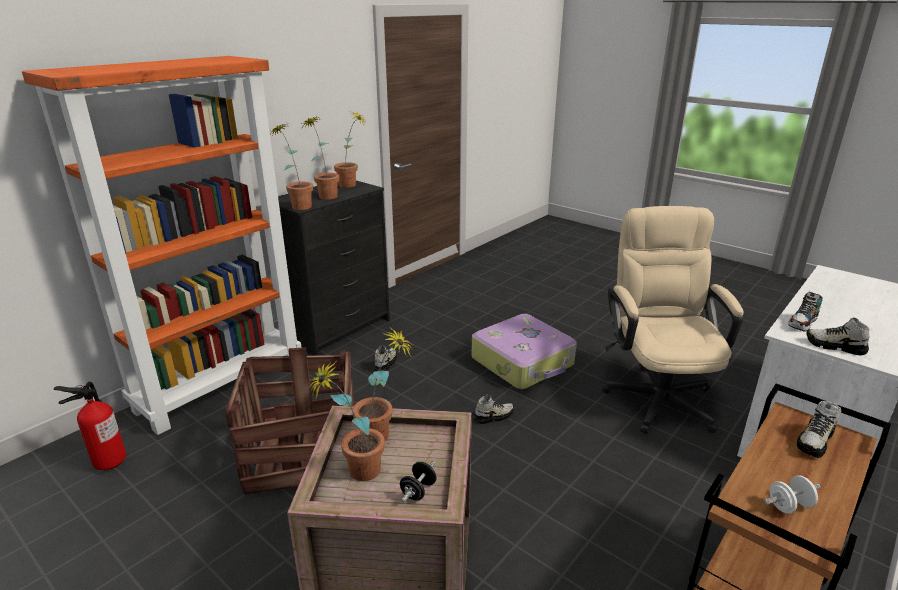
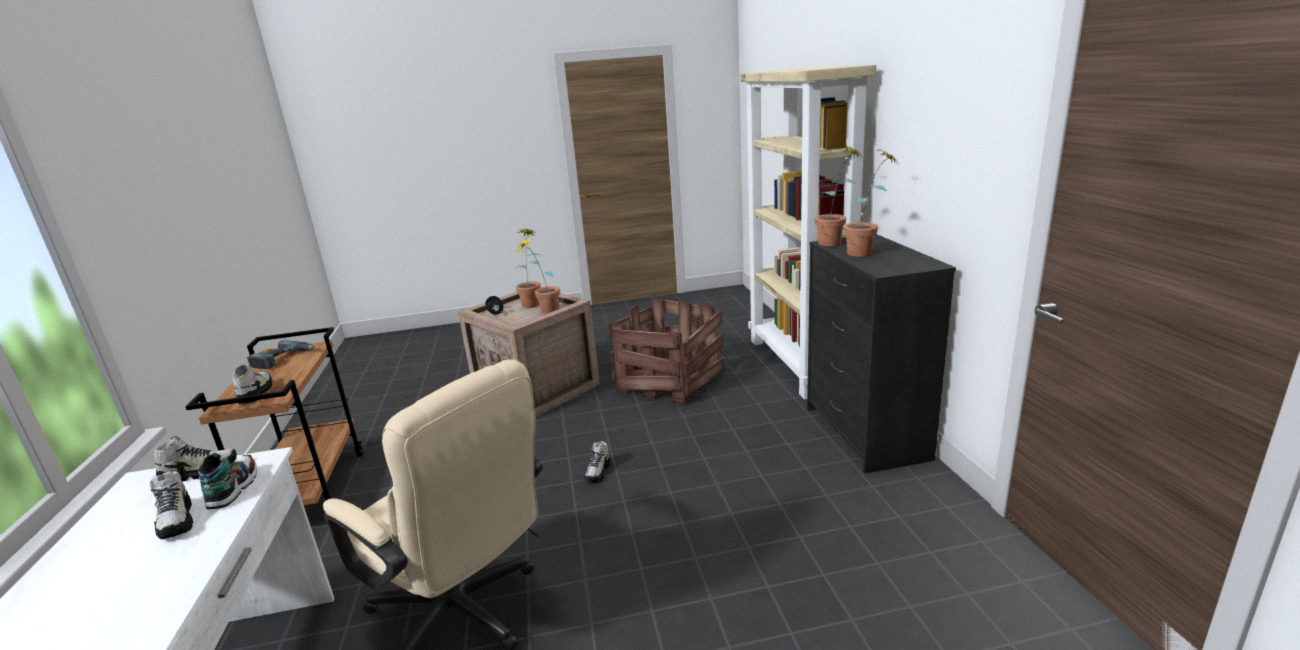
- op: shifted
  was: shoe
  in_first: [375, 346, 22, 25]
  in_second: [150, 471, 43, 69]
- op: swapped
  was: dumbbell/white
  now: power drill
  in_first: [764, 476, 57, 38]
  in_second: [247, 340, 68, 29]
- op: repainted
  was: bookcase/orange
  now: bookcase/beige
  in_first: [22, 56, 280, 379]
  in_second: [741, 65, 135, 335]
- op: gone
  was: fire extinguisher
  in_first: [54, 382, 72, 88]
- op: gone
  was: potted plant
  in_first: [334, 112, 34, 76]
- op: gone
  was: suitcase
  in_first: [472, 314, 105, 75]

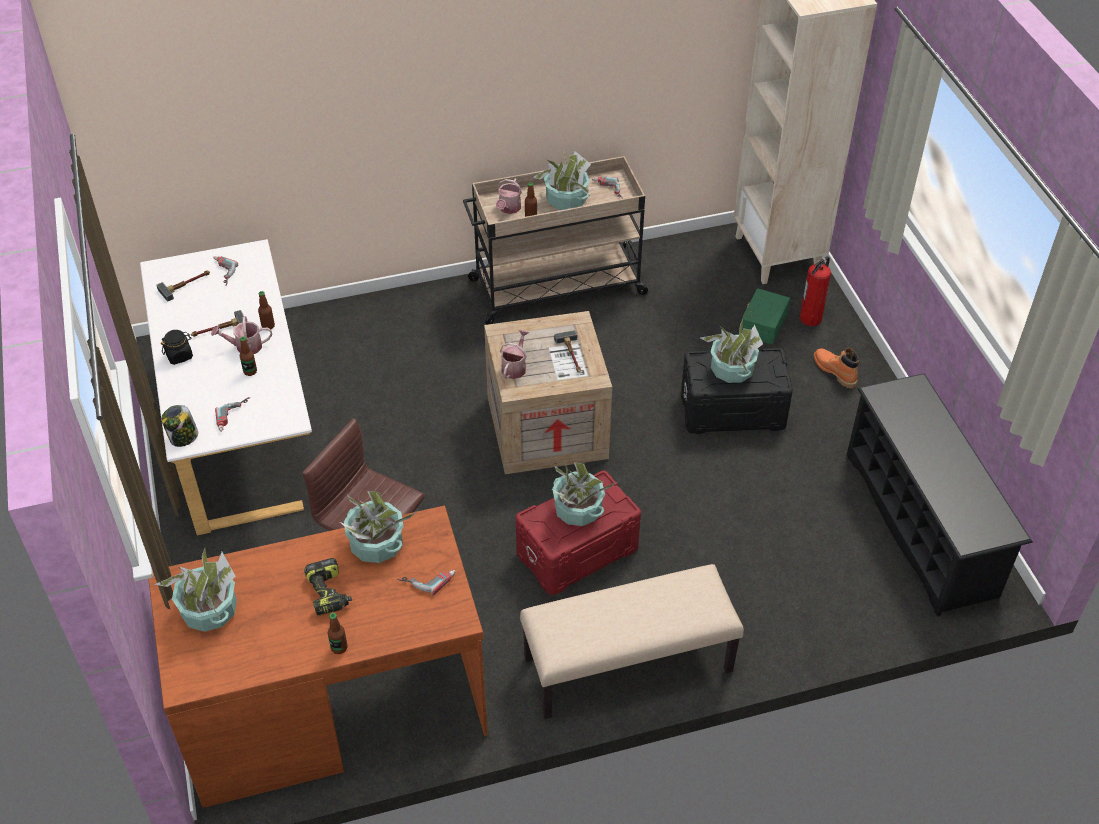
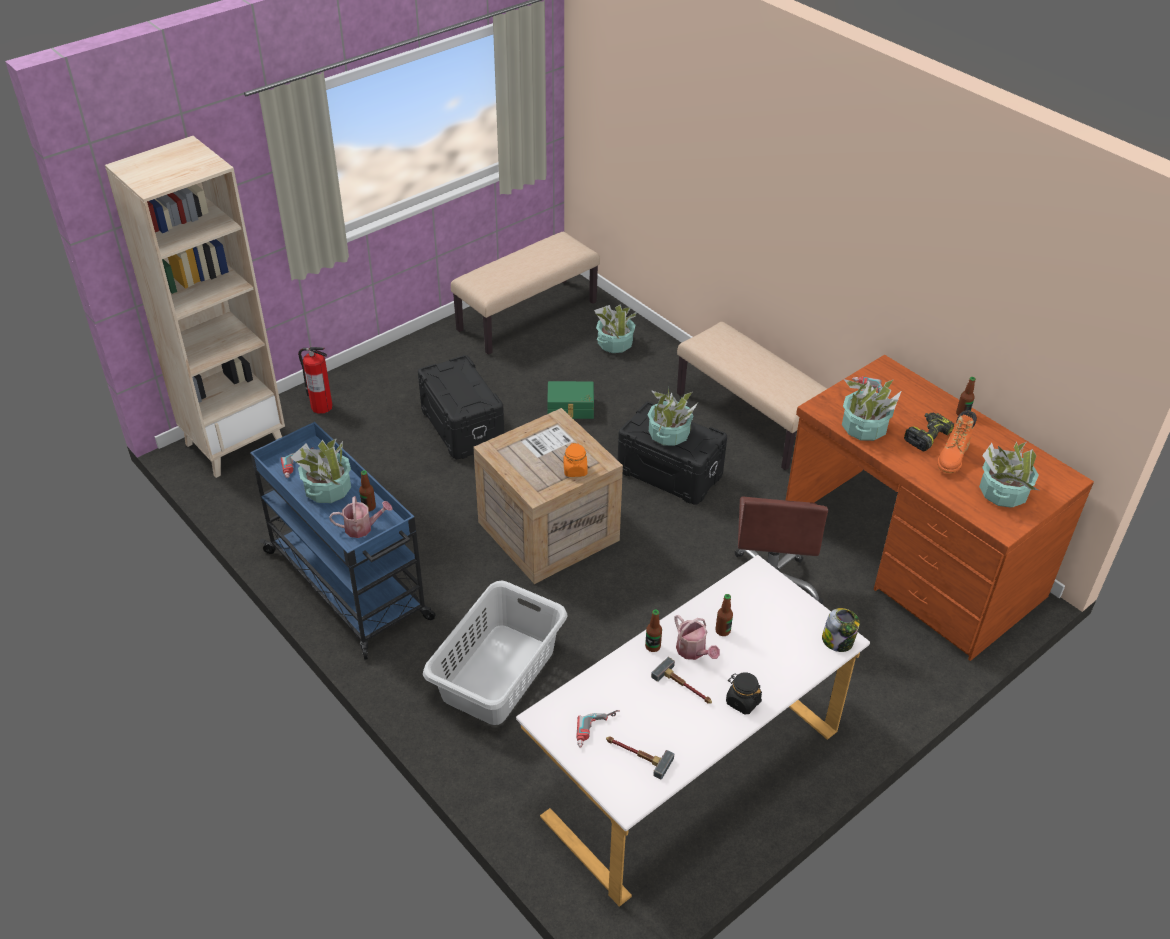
- op: repainted
  was: cart/beige
  now: cart/blue
  in_first: [463, 156, 187, 169]
  in_second: [250, 422, 186, 238]
- op: new
  now: laundry basket/grey
  in_second: [423, 581, 144, 144]
- op: swapped
  was: shoe rack/black
  now: bench/beige
  in_first: [847, 373, 186, 244]
  in_second: [451, 232, 149, 123]
- op: shifted
  was: storage box/green
  in_first: [741, 288, 49, 56]
  in_second: [547, 381, 47, 38]
- op: swapped
  was: watering can
  now: jar/orange
  in_first: [500, 330, 29, 49]
  in_second: [563, 443, 24, 34]
- op: shifted
  was: potted plant
  in_first: [700, 320, 63, 63]
  in_second: [594, 304, 43, 49]
- op: repainted
  was: storage box/red
  now: storage box/black
  in_first: [516, 471, 125, 124]
  in_second: [618, 402, 109, 103]
- op: shifted
  was: boot/orange
  in_first: [814, 348, 46, 40]
  in_second: [937, 410, 40, 63]
- op: gone
  was: power drill
  in_first: [215, 397, 36, 35]
- op: gone
  was: hammer
  in_first: [554, 330, 27, 43]

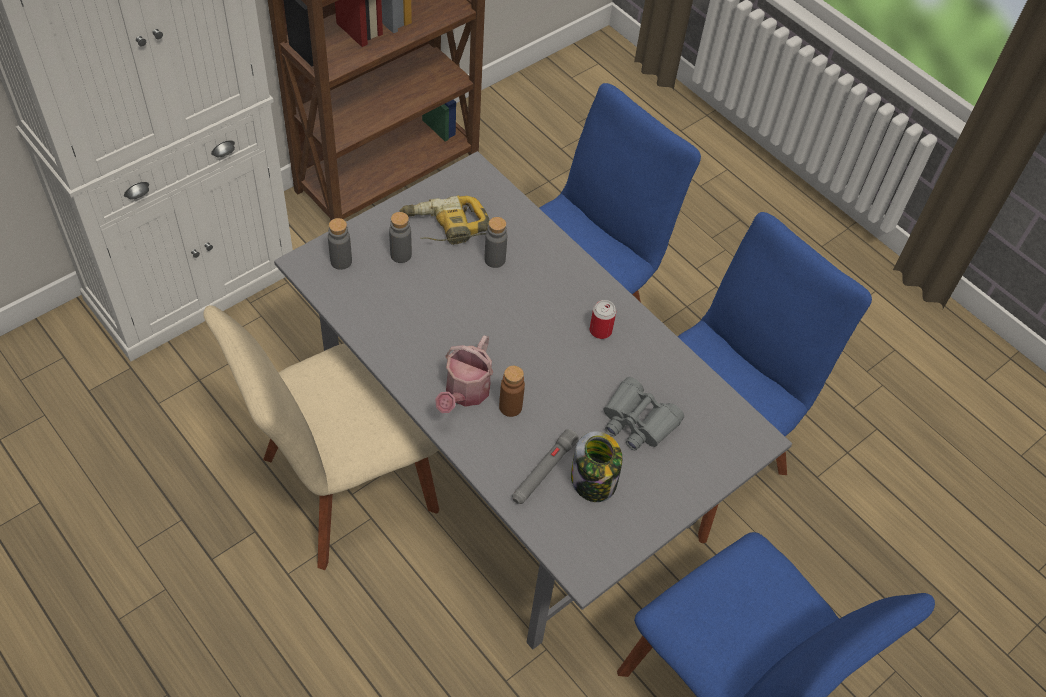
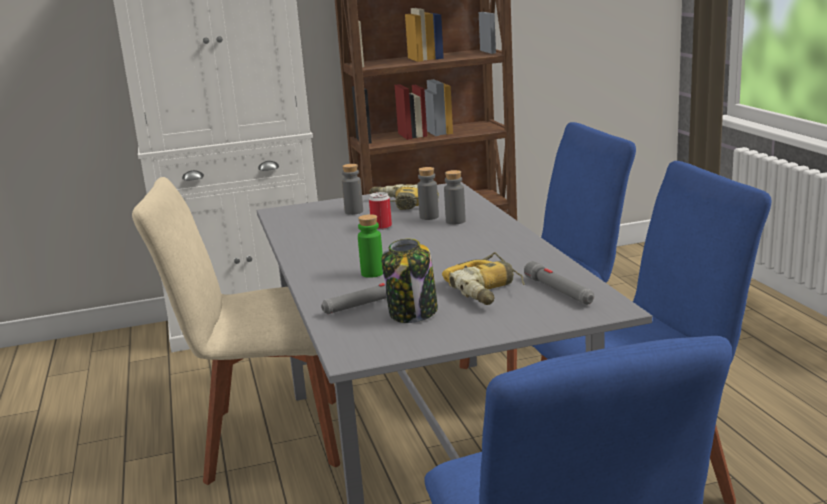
- op: repainted
  was: bottle/brown
  now: bottle/green
  in_first: [499, 366, 26, 51]
  in_second: [358, 214, 25, 64]
- op: shifted
  was: can
  in_first: [590, 300, 26, 39]
  in_second: [369, 192, 23, 38]
- op: swapped
  was: binoculars/grey
  now: power drill
  in_first: [604, 377, 80, 73]
  in_second: [442, 252, 83, 53]
- op: shifted
  was: bottle/grey
  in_first: [328, 218, 24, 52]
  in_second: [444, 170, 22, 54]
- op: new
  now: flashlight/grey
  in_second: [524, 261, 70, 44]
- op: gone
  was: watering can
  in_first: [435, 336, 58, 77]

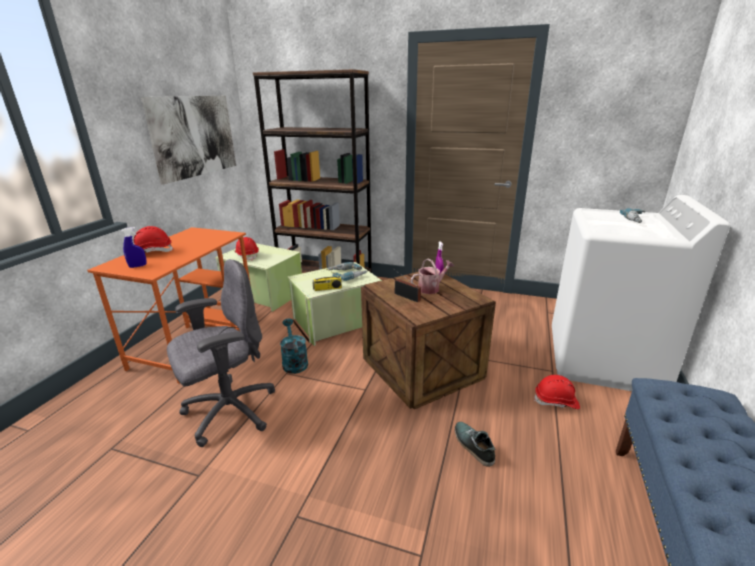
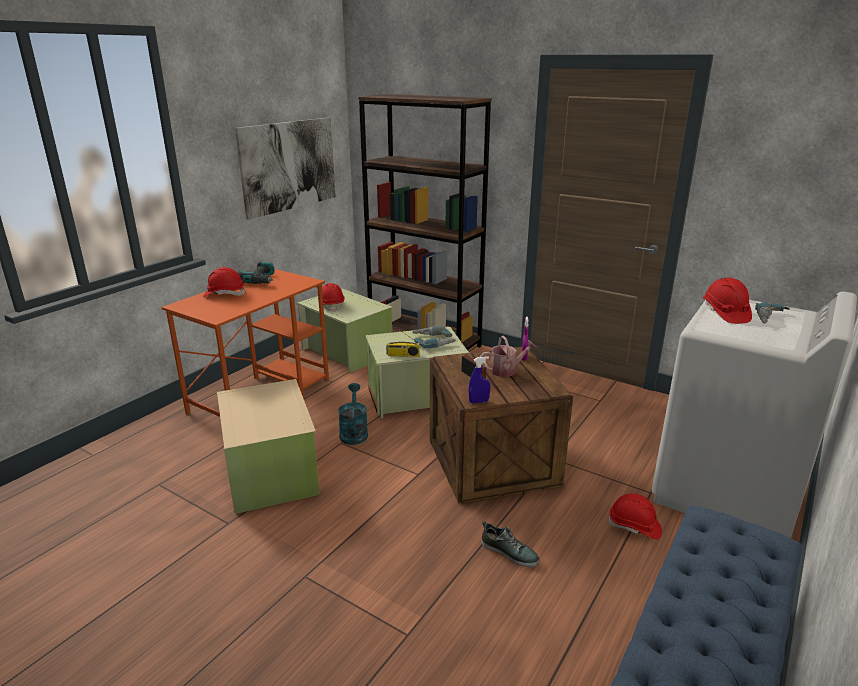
- op: swapped
  was: office chair/grey
  now: storage box/beige
  in_first: [167, 259, 108, 188]
  in_second: [217, 379, 103, 135]
- op: new
  now: power drill
  in_second: [238, 262, 37, 22]
- op: shifted
  was: spray bottle/blue
  in_first: [122, 227, 25, 41]
  in_second: [469, 356, 21, 47]
- op: rotated
  was: shoe
  in_first: [455, 422, 41, 45]
  in_second: [481, 521, 58, 46]
  clockwise: 135
- op: new
  now: hard hat/red
  in_second: [703, 278, 49, 46]

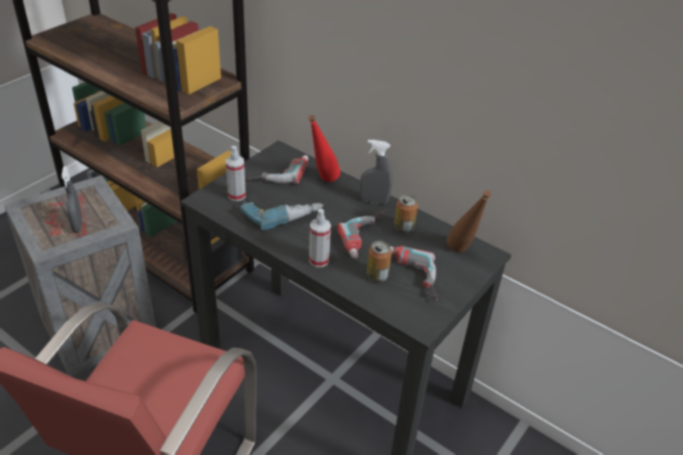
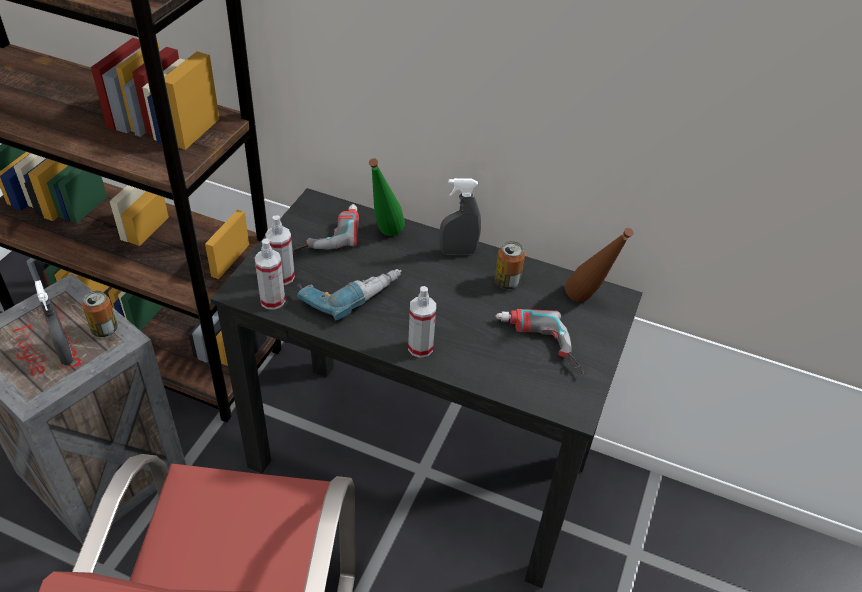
- op: shifted
  was: can
  in_first: [367, 241, 25, 41]
  in_second: [82, 291, 36, 46]
- op: new
  now: spray bottle
  in_second: [254, 238, 31, 72]
- op: repainted
  was: bottle/red
  now: bottle/green
  in_first: [308, 115, 32, 67]
  in_second: [369, 158, 36, 78]
- op: gone
  was: power drill
  in_first: [337, 210, 49, 49]

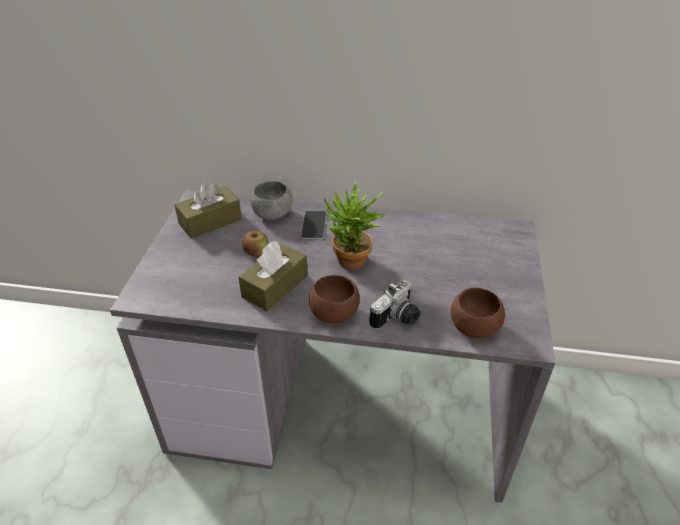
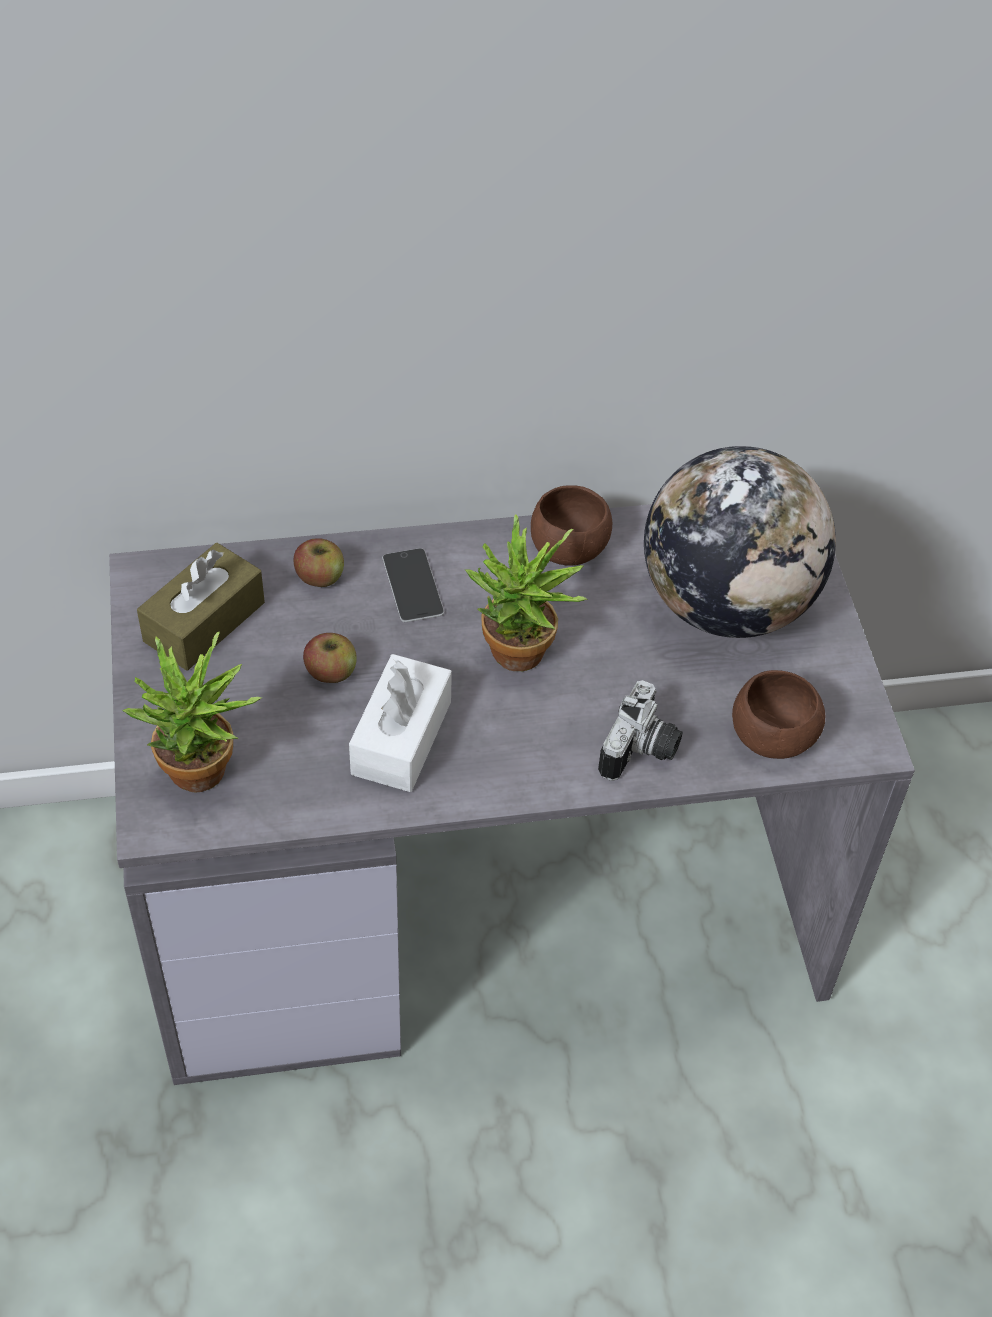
- op: new
  now: potted plant
  in_second: [122, 632, 140, 161]
- op: swapped
  was: bowl/grey
  now: apple
  in_first: [250, 181, 43, 39]
  in_second: [293, 538, 51, 49]
- op: repainted
  was: tissue box/brown
  now: tissue box/white
  in_first: [238, 241, 70, 70]
  in_second: [349, 654, 103, 138]
- op: shifted
  was: bowl/brown
  in_first: [309, 275, 51, 48]
  in_second: [531, 485, 81, 81]
- op: new
  now: globe
  in_second: [644, 446, 192, 192]

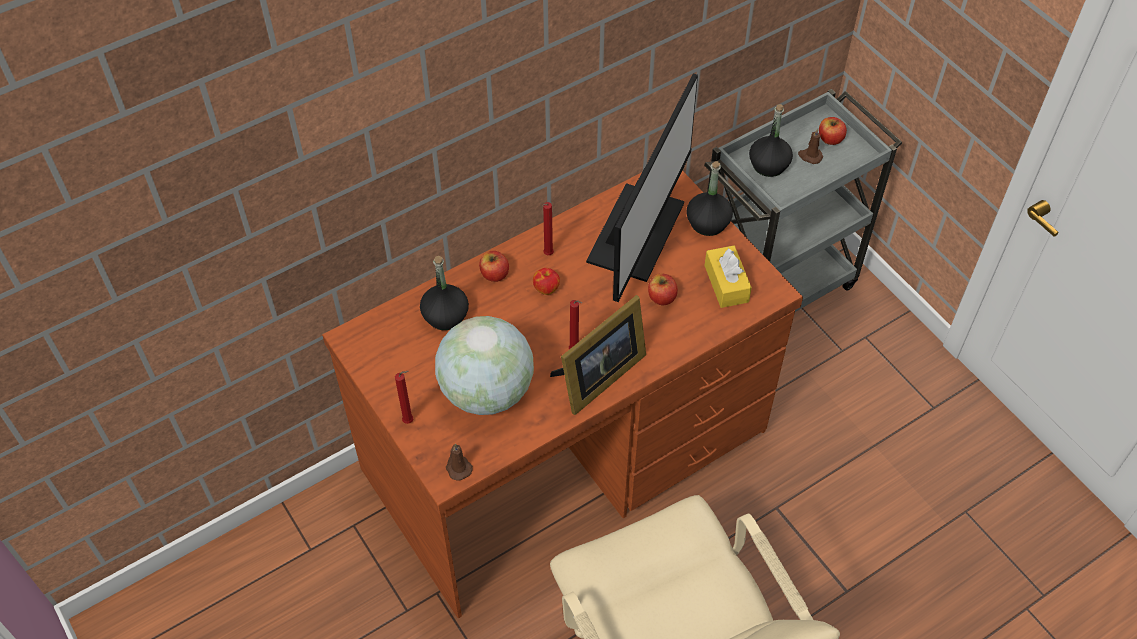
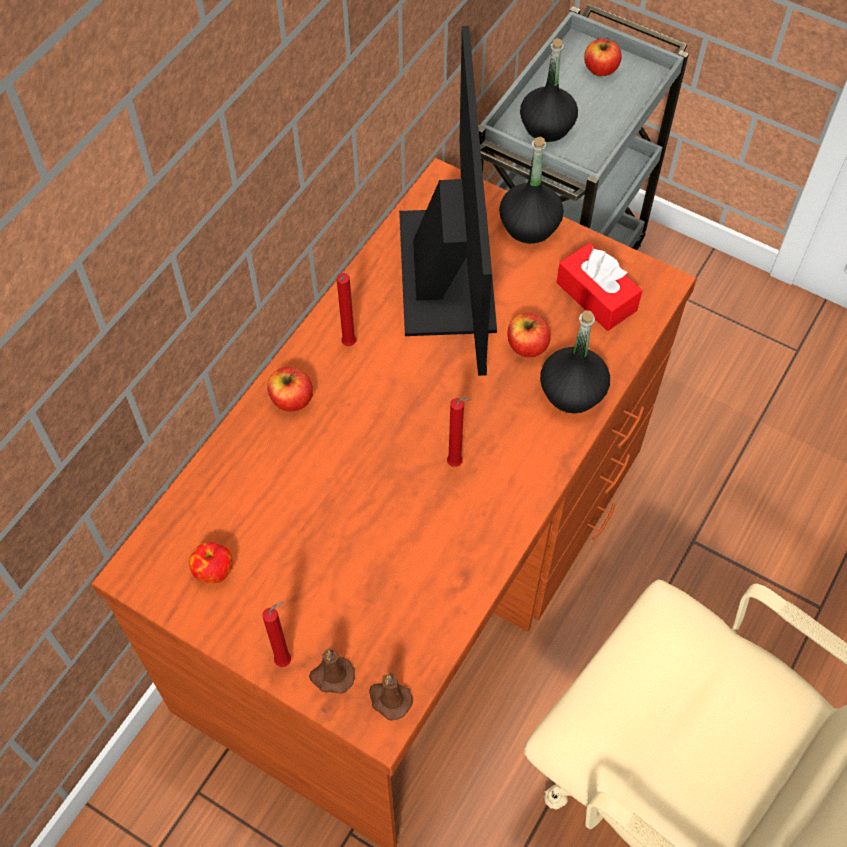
- op: shifted
  was: apple
  in_first: [533, 268, 27, 27]
  in_second: [189, 542, 44, 42]
- op: shifted
  was: candle/brown
  in_first: [798, 128, 25, 36]
  in_second: [309, 649, 46, 45]
- op: shifted
  was: bottle/black
  in_first: [420, 256, 49, 74]
  in_second: [540, 310, 70, 103]
- op: repainted
  was: tissue box/yellow
  now: tissue box/red
  in_first: [704, 245, 48, 63]
  in_second: [556, 243, 86, 88]
- op: gone
  was: globe
  in_first: [435, 316, 99, 99]
- op: gone
  was: picture frame
  in_first: [550, 295, 96, 120]

